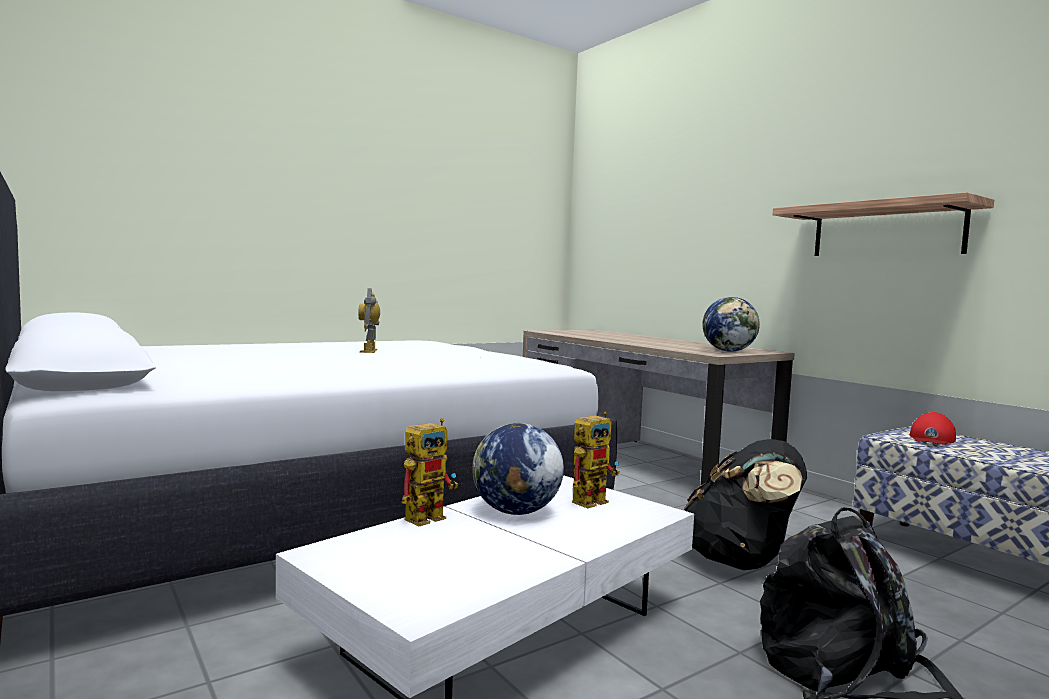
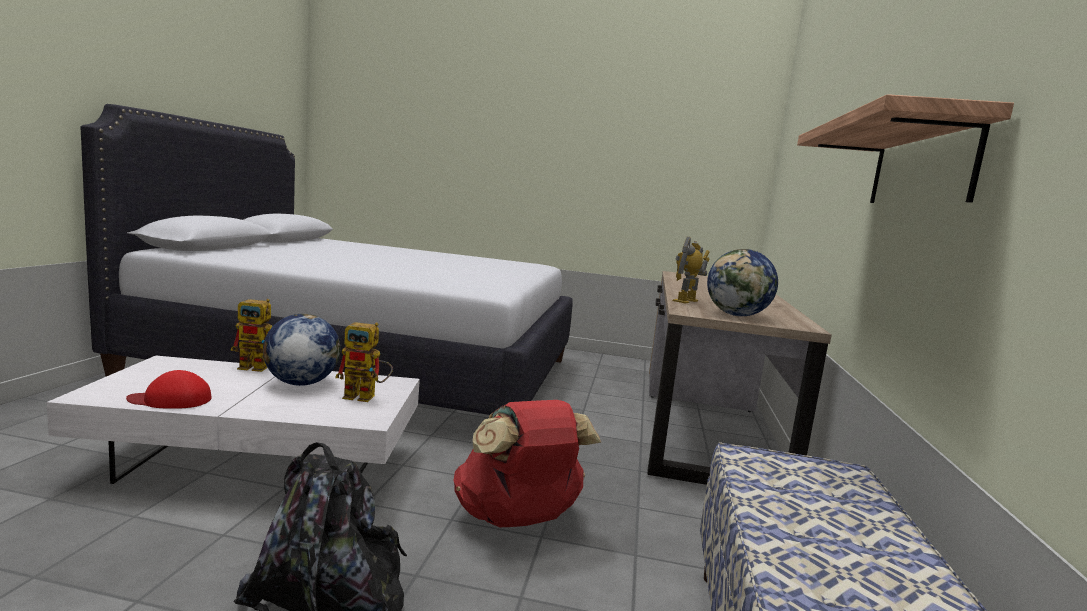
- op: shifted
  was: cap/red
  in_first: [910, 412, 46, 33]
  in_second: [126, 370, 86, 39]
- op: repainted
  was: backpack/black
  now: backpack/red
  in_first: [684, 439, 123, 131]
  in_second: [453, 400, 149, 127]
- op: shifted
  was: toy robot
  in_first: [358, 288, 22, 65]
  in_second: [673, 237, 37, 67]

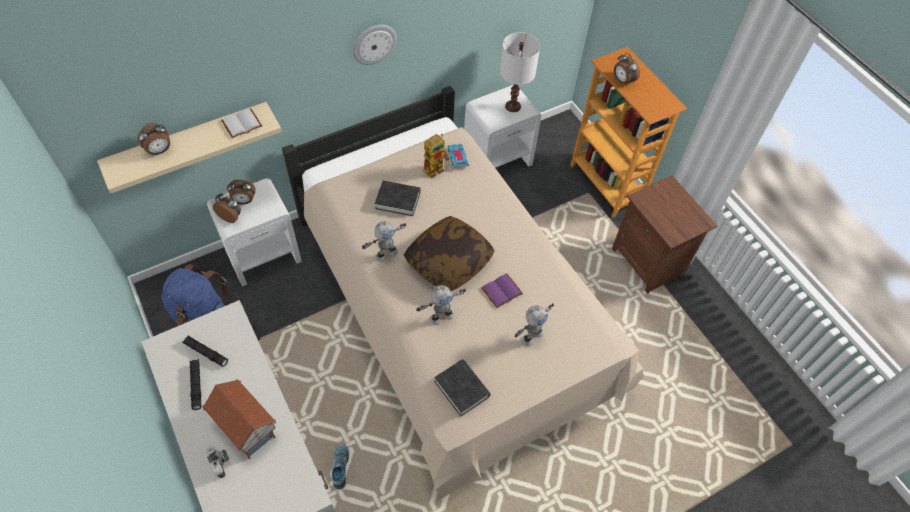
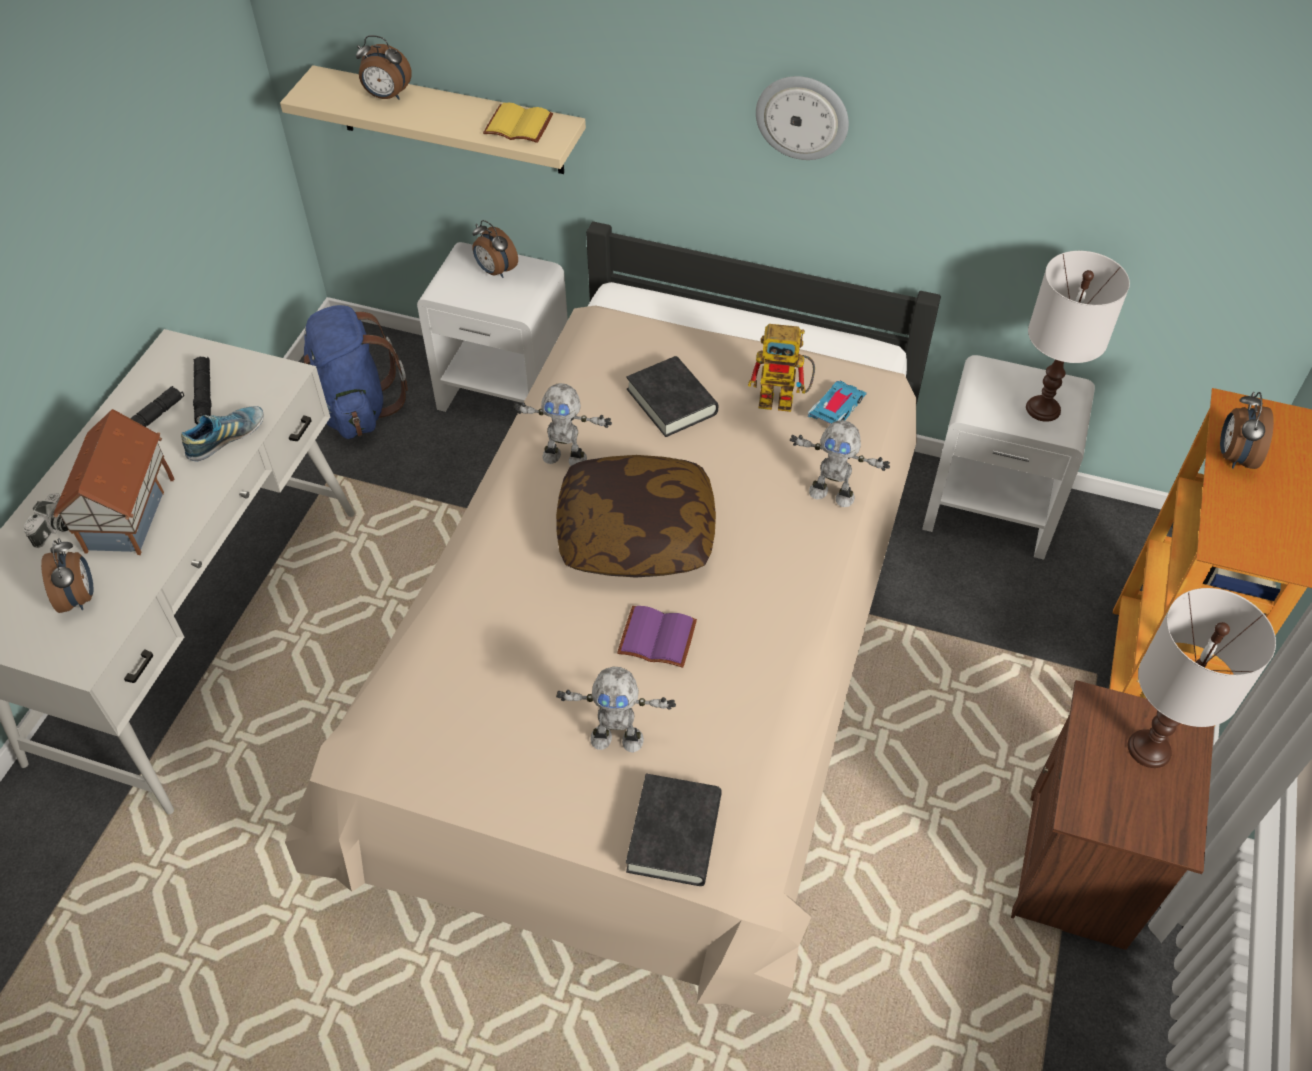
- op: shifted
  was: alarm clock
  in_first: [213, 193, 28, 30]
  in_second: [41, 538, 52, 75]
- op: shifted
  was: shoe
  in_first: [332, 444, 17, 46]
  in_second: [181, 406, 83, 56]
- op: repainted
  was: book/white
  now: book/yellow
  in_first: [221, 108, 41, 30]
  in_second: [483, 103, 70, 40]
- op: shifted
  was: book/black
  in_first: [434, 359, 56, 57]
  in_second: [626, 774, 96, 112]
- op: shifted
  was: toy robot
  in_first: [416, 285, 50, 40]
  in_second: [790, 420, 100, 87]
- op: new
  now: table lamp/white
  in_second: [1128, 588, 148, 180]

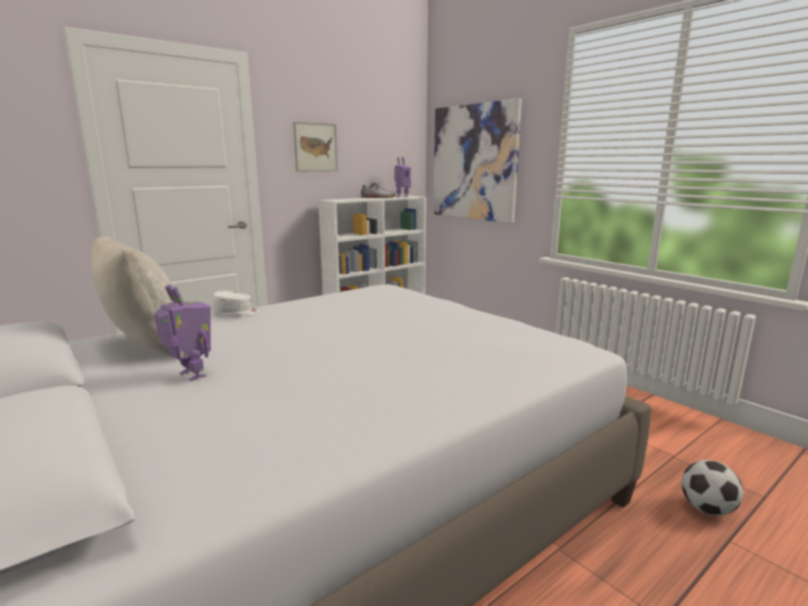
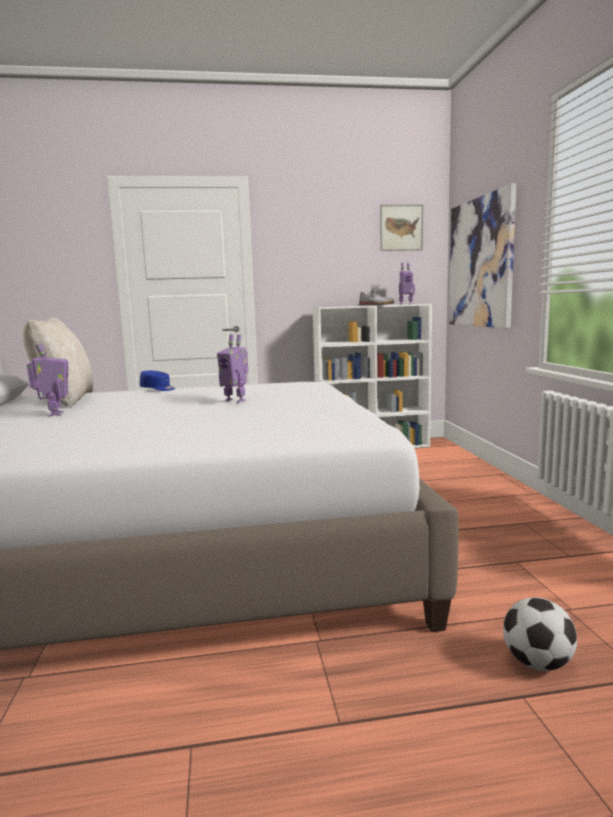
- op: repainted
  was: cap/white
  now: cap/blue
  in_first: [212, 291, 48, 24]
  in_second: [140, 371, 35, 20]
- op: new
  now: toy robot
  in_second: [217, 334, 31, 68]
- op: shifted
  was: picture
  in_first: [293, 122, 45, 50]
  in_second: [380, 204, 43, 47]

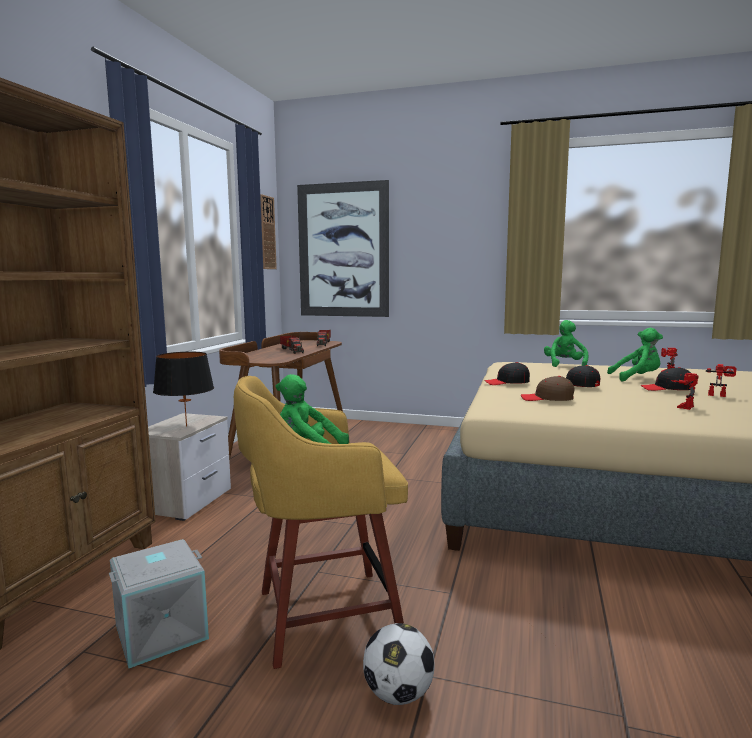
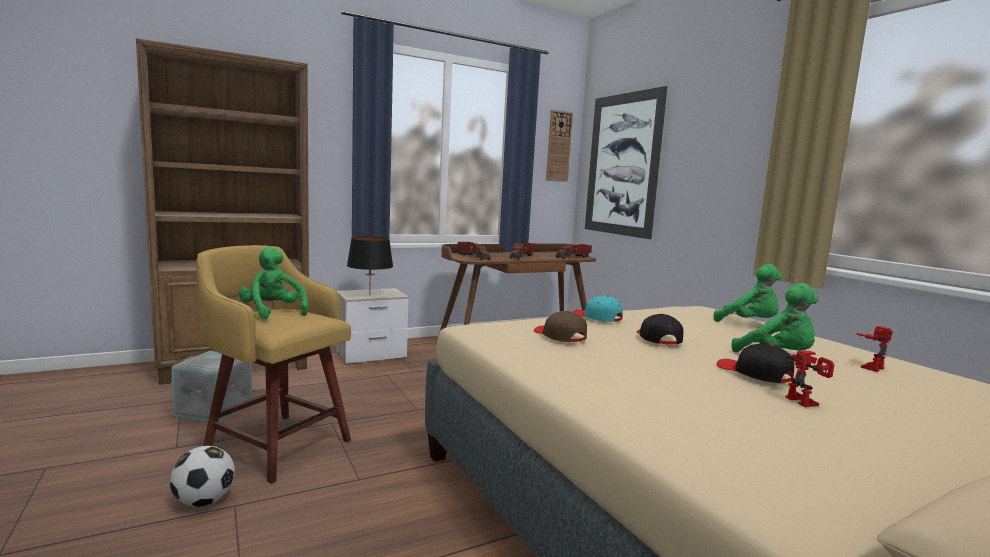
- op: new
  now: toy truck
  in_second: [457, 242, 34, 18]
- op: repainted
  was: cap/black
  now: cap/turquoise
  in_first: [484, 362, 46, 23]
  in_second: [572, 295, 51, 27]
- op: rotated
  was: plush toy/green
  in_first: [544, 320, 45, 47]
  in_second: [713, 264, 69, 58]
  clockwise: 75
- op: gone
  was: toy robot
  in_first: [671, 373, 28, 37]

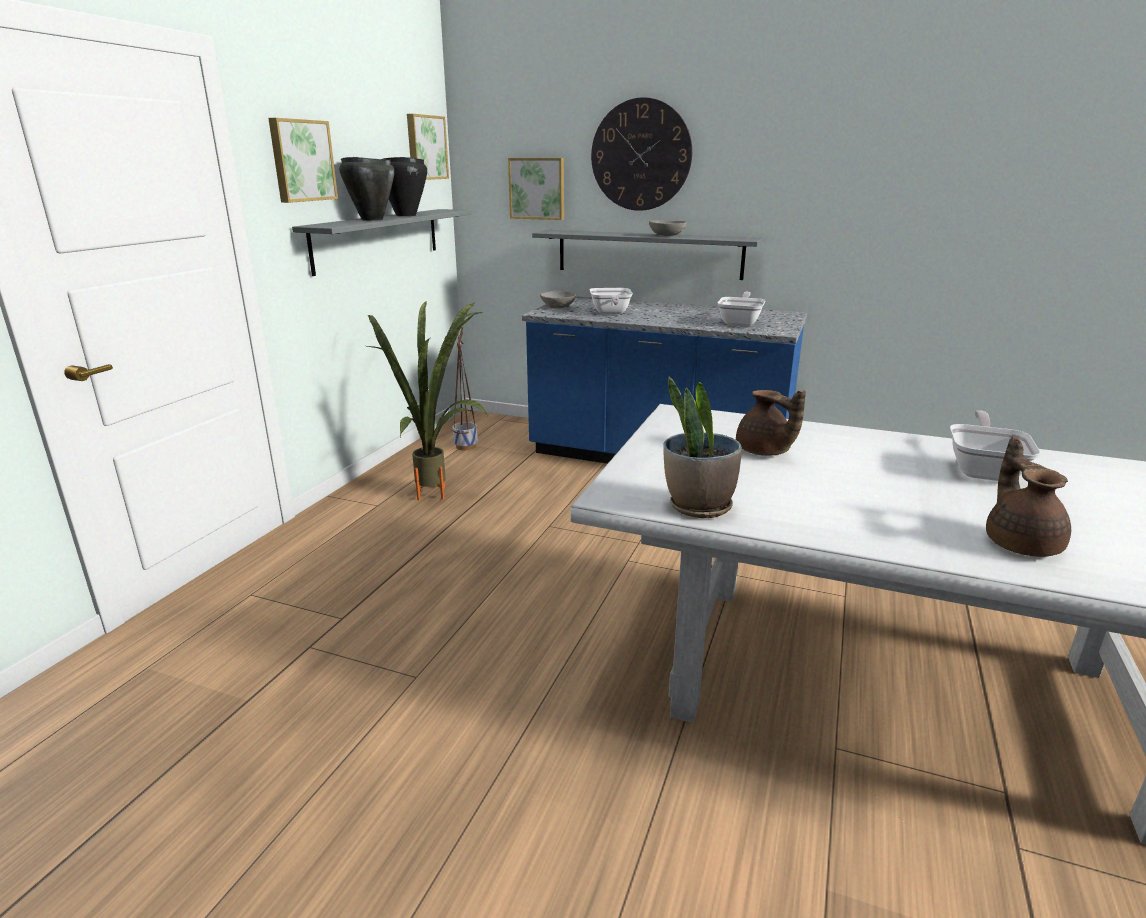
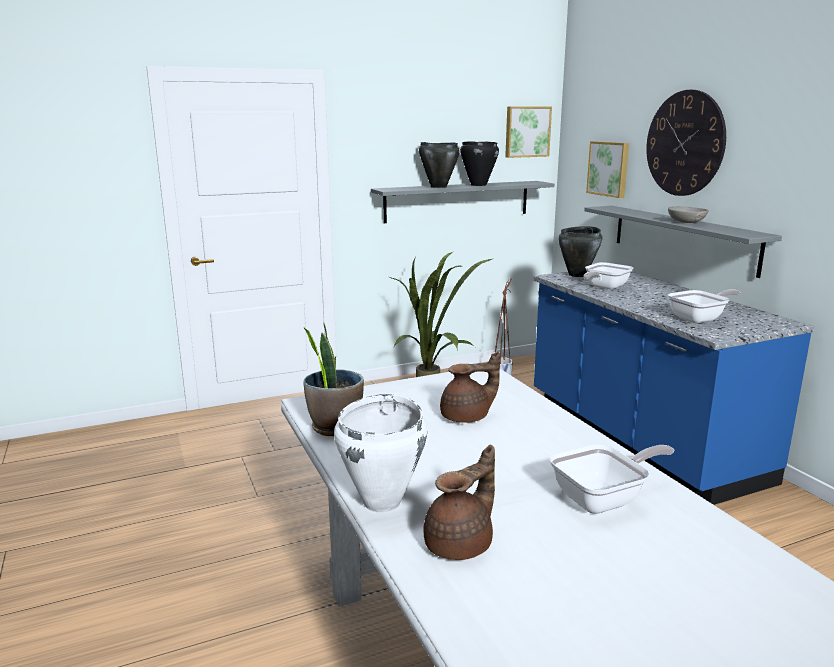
- op: new
  now: cooking pot/white
  in_second: [334, 394, 93, 119]
- op: rotated
  was: teapot/brown
  in_first: [736, 390, 70, 66]
  in_second: [440, 351, 60, 72]
  clockwise: -120
- op: swapped
  was: bowl/grey
  now: cooking pot/black
  in_first: [540, 291, 36, 17]
  in_second: [558, 226, 44, 51]
- op: gone
  was: picture
  in_first: [268, 118, 70, 85]

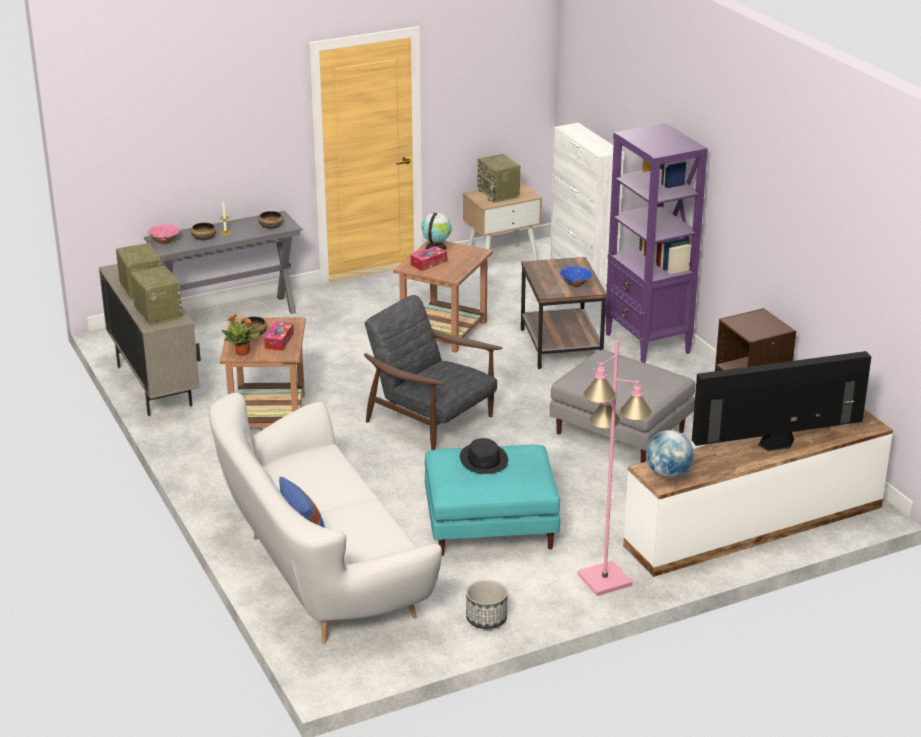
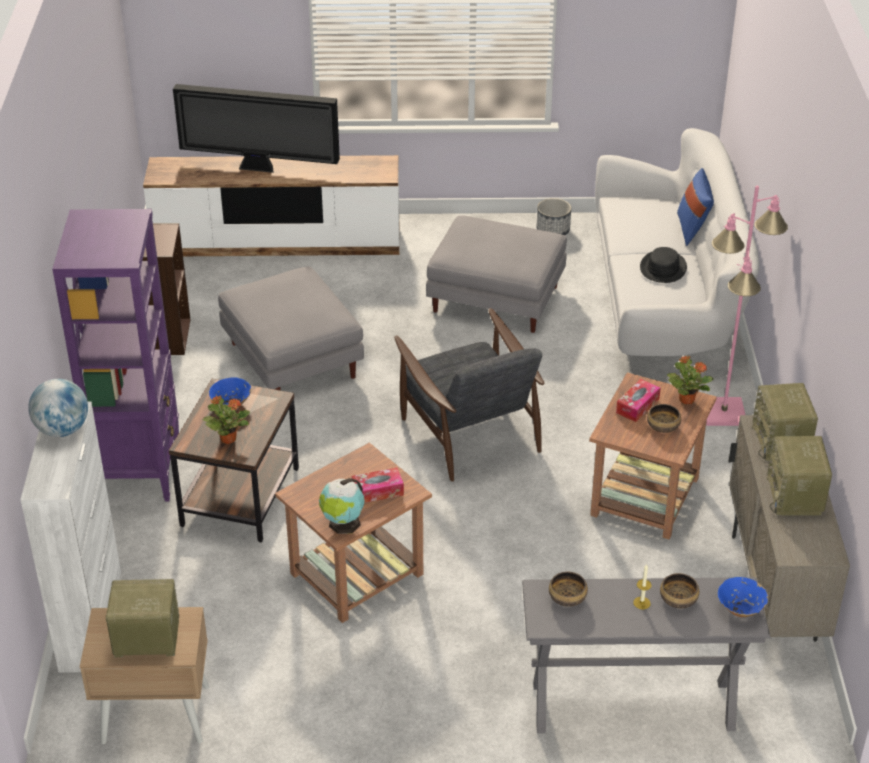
- op: shifted
  was: globe
  in_first: [646, 430, 48, 48]
  in_second: [28, 379, 60, 58]
- op: rotated
  was: radio
  in_first: [478, 154, 42, 49]
  in_second: [106, 579, 73, 78]
  clockwise: -90
- op: new
  now: potted plant
  in_second: [202, 395, 48, 49]
- op: repainted
  was: ottoman/turquoise
  now: ottoman/grey
  in_first: [425, 444, 135, 112]
  in_second: [426, 215, 141, 118]
- op: shifted
  was: hat/black
  in_first: [460, 438, 48, 36]
  in_second: [640, 247, 47, 36]
- op: shifted
  was: floor lamp/pink
  in_first: [577, 340, 75, 256]
  in_second: [706, 186, 82, 240]
- op: repainted
  was: bowl/pink
  now: bowl/blue
  in_first: [148, 225, 32, 19]
  in_second: [718, 577, 50, 41]

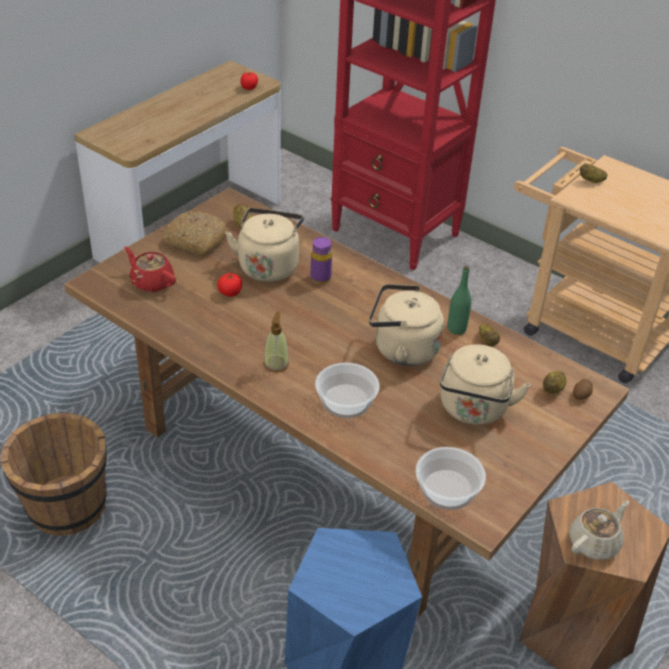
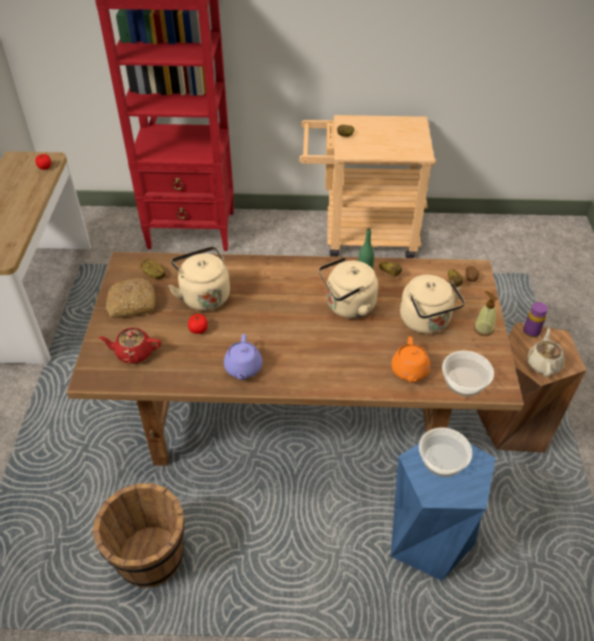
- op: new
  now: teapot/purple
  in_second: [224, 334, 38, 46]
- op: new
  now: teapot/orange
  in_second: [391, 337, 39, 46]
- op: shifted
  was: bowl
  in_first: [315, 363, 64, 55]
  in_second: [419, 428, 53, 49]
- op: shifted
  was: soap dispenser
  in_first: [264, 311, 25, 61]
  in_second: [474, 291, 23, 45]
- op: shifted
  was: bottle/purple
  in_first: [310, 237, 22, 47]
  in_second: [523, 302, 25, 36]

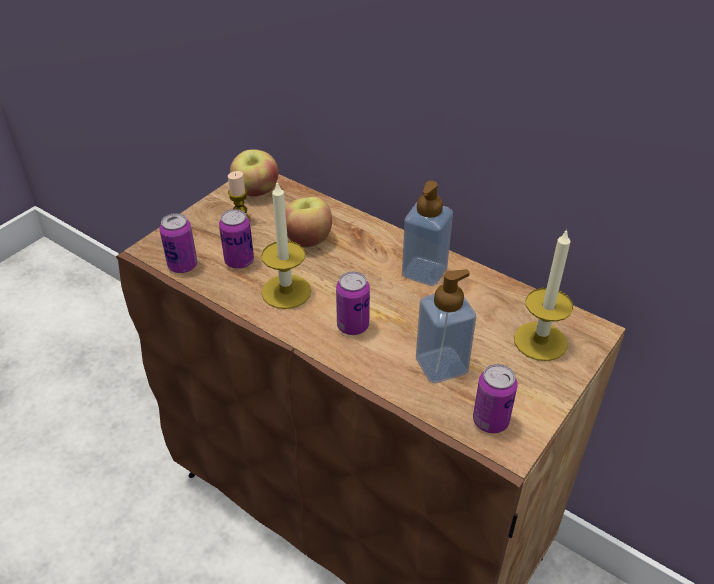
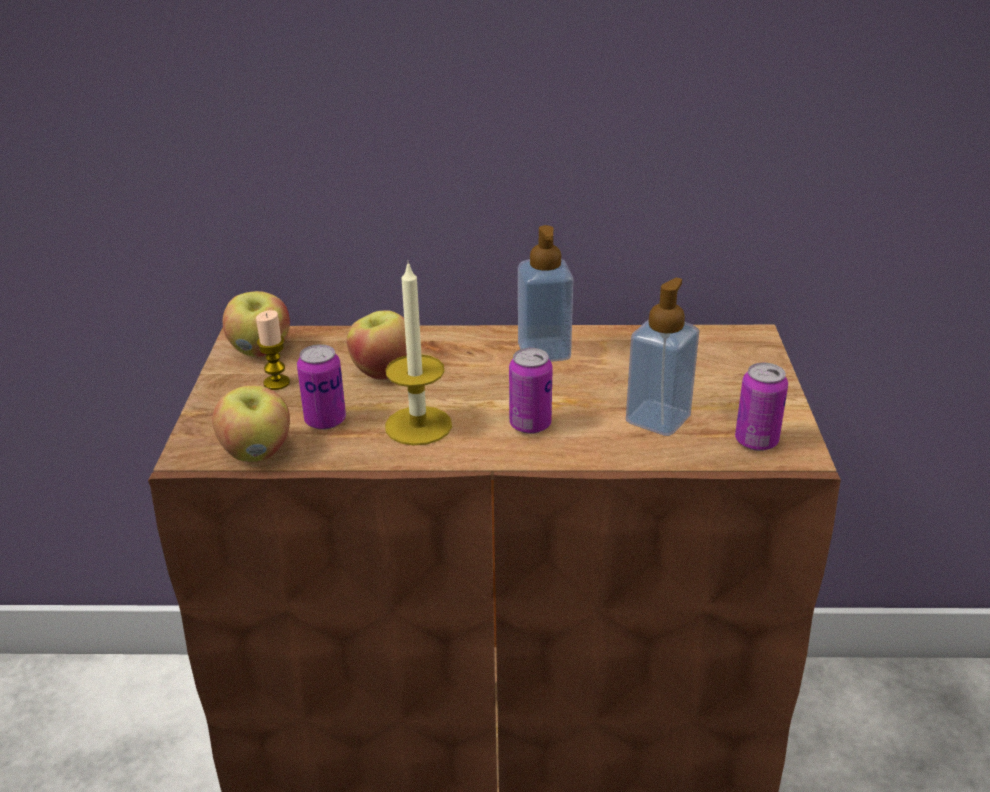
- op: swapped
  was: can
  now: apple
  in_first: [160, 213, 37, 60]
  in_second: [212, 385, 78, 77]
- op: gone
  was: candle
  in_first: [514, 228, 59, 133]

